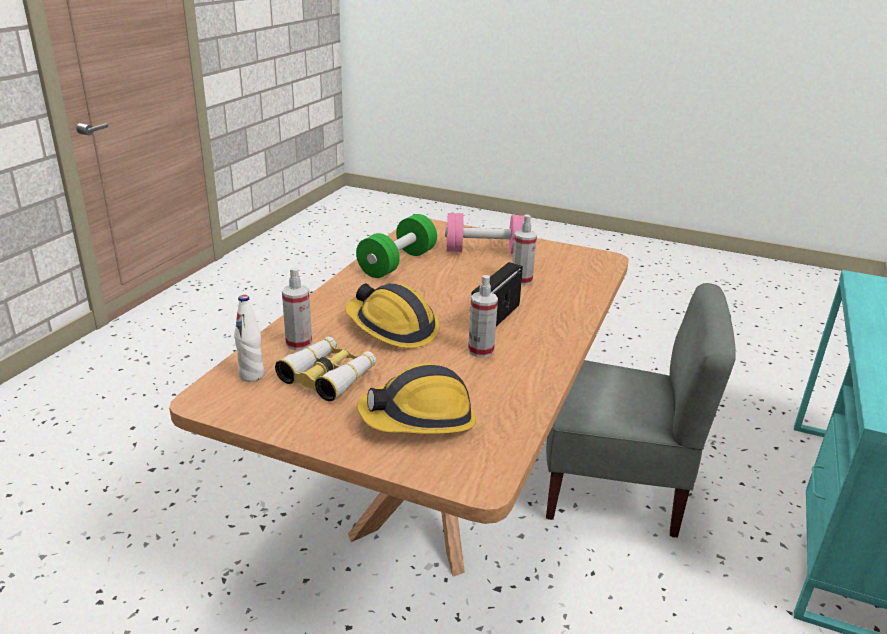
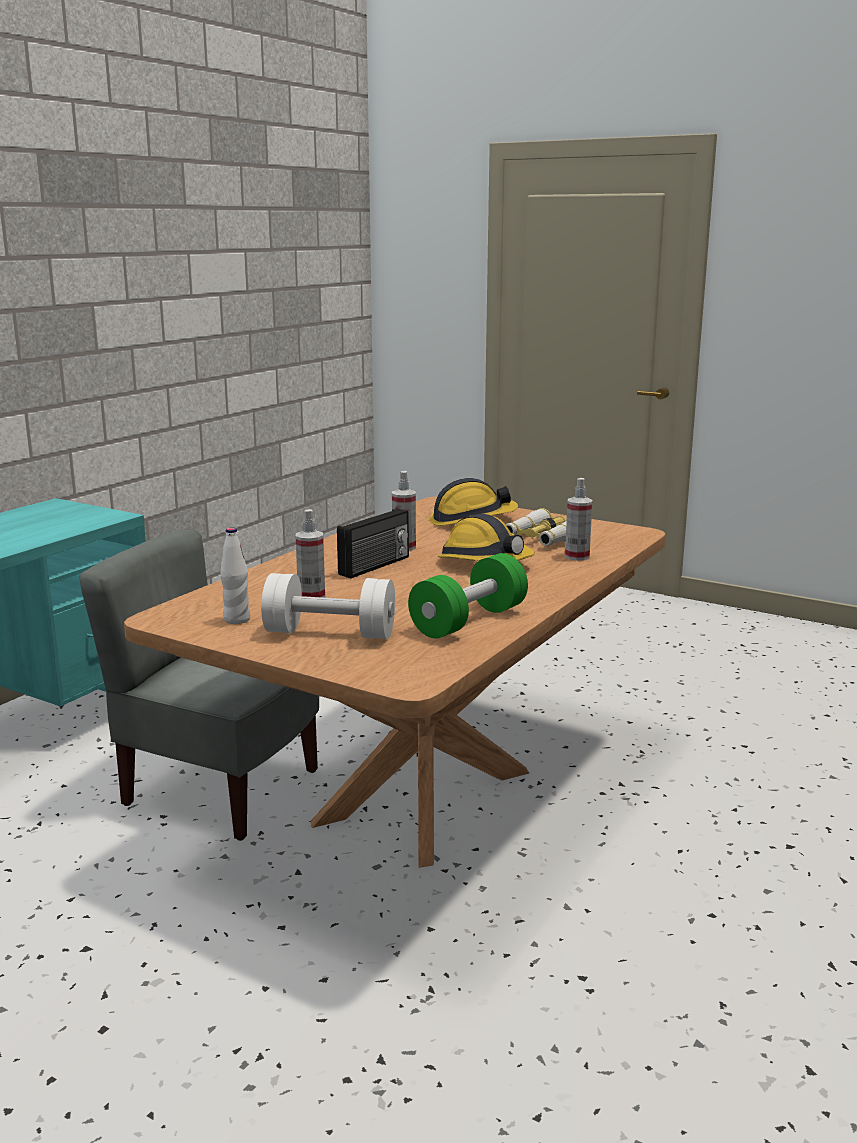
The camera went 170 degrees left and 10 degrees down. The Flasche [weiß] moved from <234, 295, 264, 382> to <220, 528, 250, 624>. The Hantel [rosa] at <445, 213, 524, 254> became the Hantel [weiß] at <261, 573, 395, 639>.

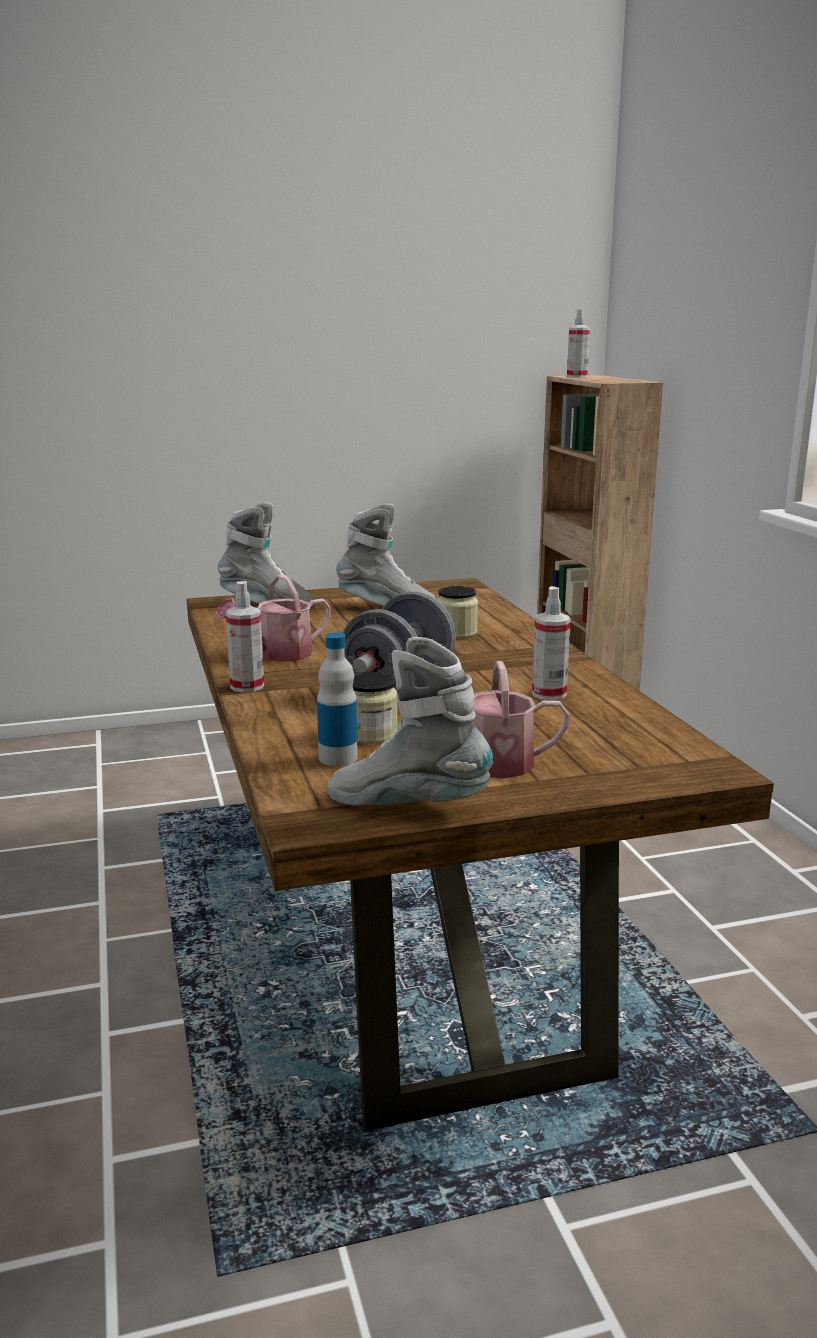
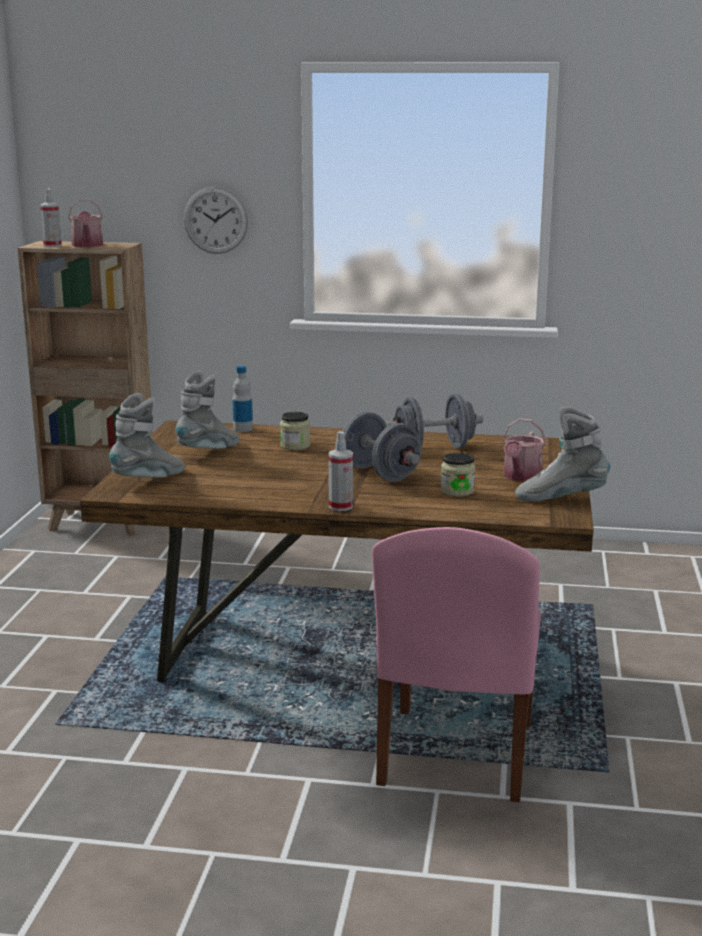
The camera went 65 degrees left and 0 degrees up. The Wanduhr at <184, 186, 248, 254> appeared. The Stuhl [rosa] at <372, 527, 541, 802> appeared. The Gießkanne moved from <215, 575, 331, 662> to <68, 199, 103, 247>. The Flasche moved from <317, 632, 358, 766> to <232, 366, 253, 432>. The Sprühflasche at <532, 586, 571, 700> was replaced by the Hantel [grau] at <386, 394, 483, 448>. The Stiefel [grau] at <327, 637, 493, 806> turned 45 degrees clockwise.

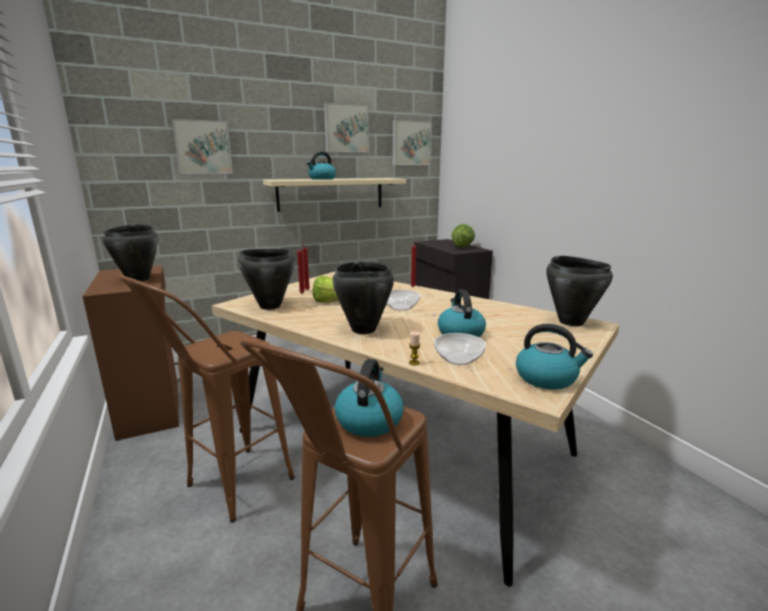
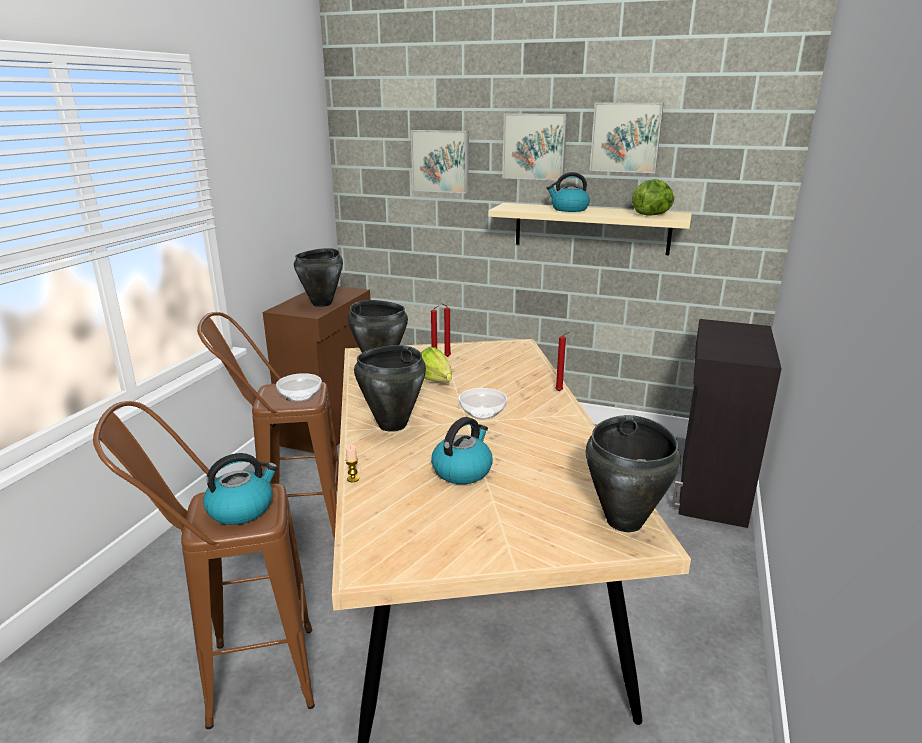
The camera went 45 degrees right and 5 degrees up. The Wasserkessel at <516, 324, 593, 390> disappeared. The Bild moved from <393, 120, 432, 165> to <502, 113, 568, 181>. The Schüssel moved from <434, 333, 486, 365> to <276, 373, 322, 402>. The Salatkopf moved from <452, 224, 475, 248> to <632, 179, 674, 216>.

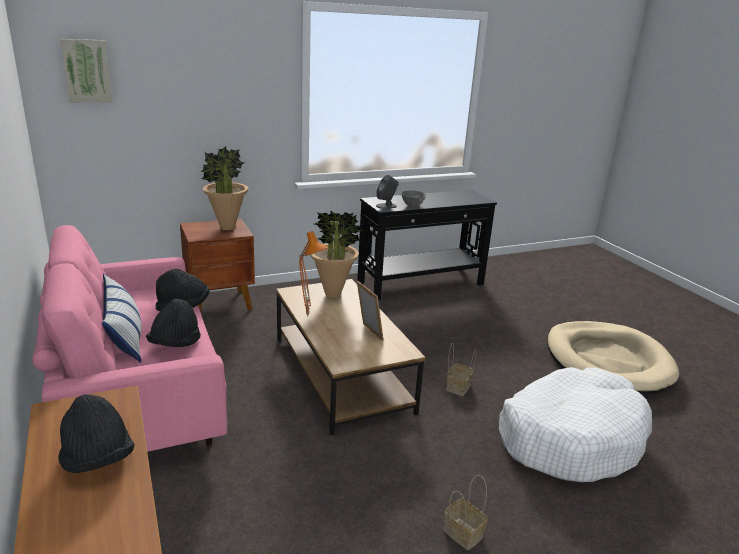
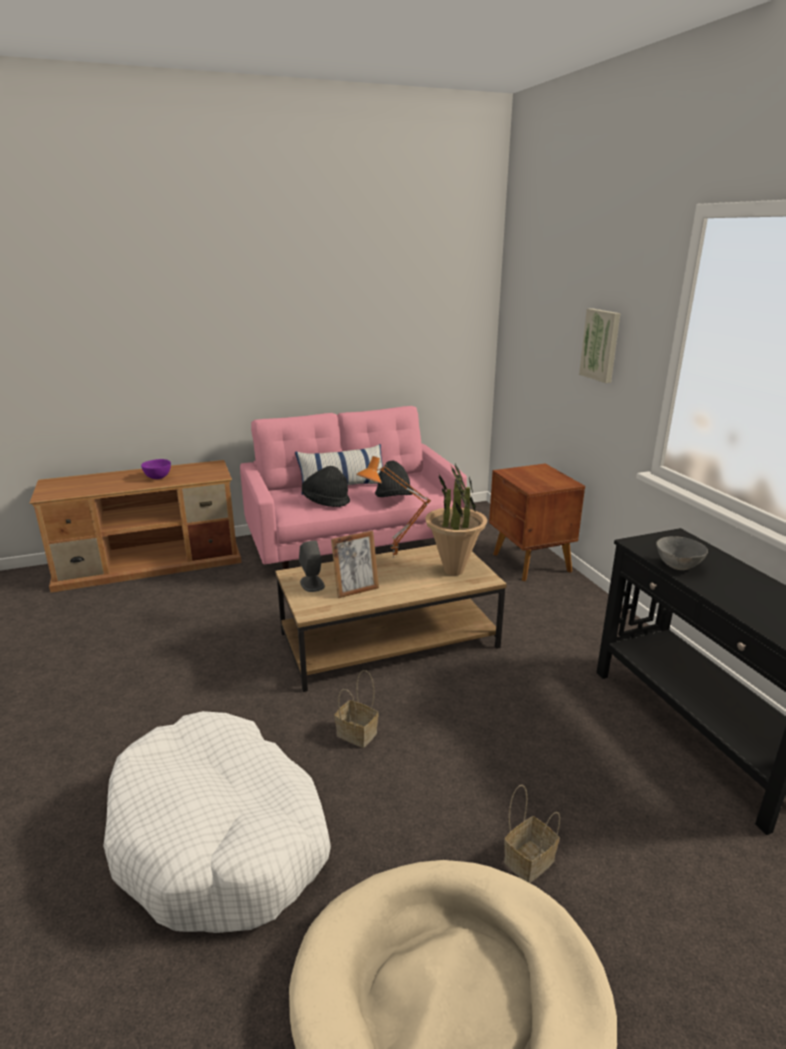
The camera went 95 degrees right and 0 degrees up. The Topfpflanze at <200, 146, 248, 230> disappeared. The Bild moved from <60, 39, 113, 103> to <579, 308, 620, 383>. The Lautsprecher [grau] moved from <376, 175, 399, 209> to <299, 541, 325, 592>. The Korb moved from <443, 475, 488, 550> to <504, 785, 560, 883>. The Hut [schwarz] at <58, 394, 135, 473> was replaced by the Schüssel [lila] at <141, 459, 171, 479>.

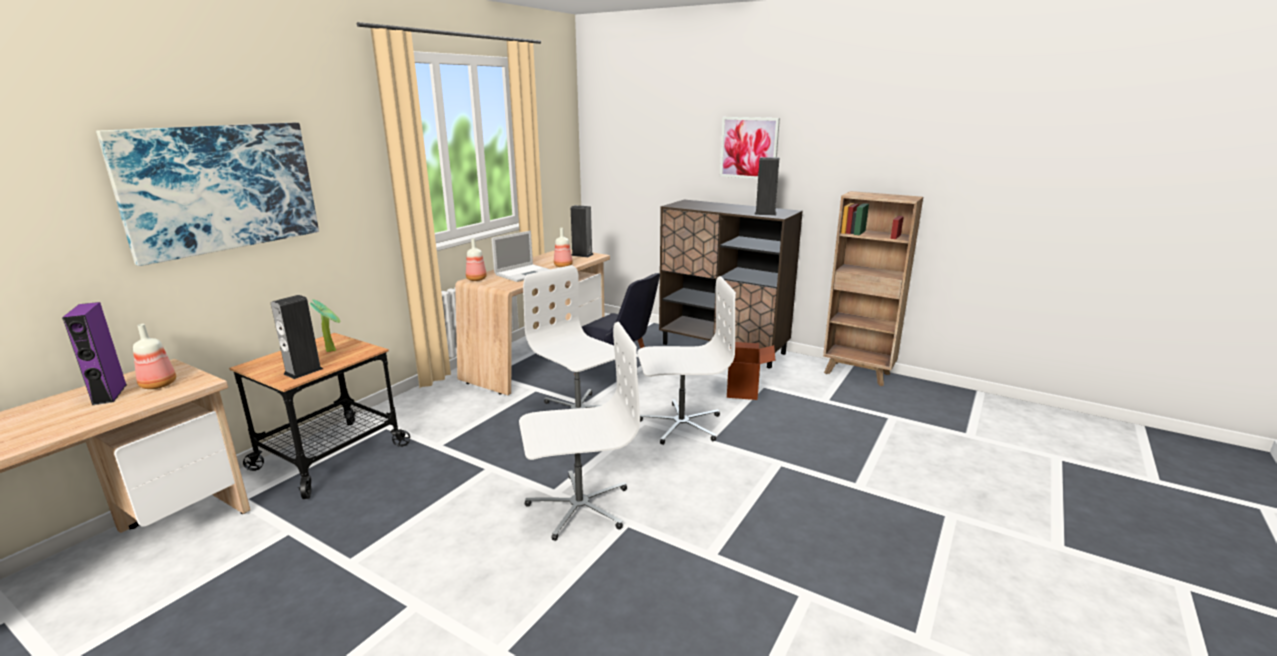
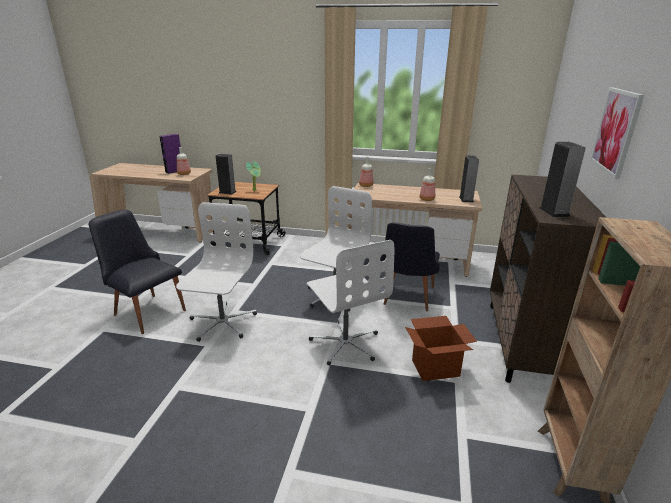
The camera went 70 degrees right and 5 degrees up. The Bild at <96, 123, 319, 266> disappeared. The Laptop at <491, 231, 551, 282> disappeared. The Stuhl [schwarz] at <89, 210, 186, 334> appeared. The Bürostuhl [weiß] at <519, 322, 640, 541> turned 135 degrees counterclockwise.

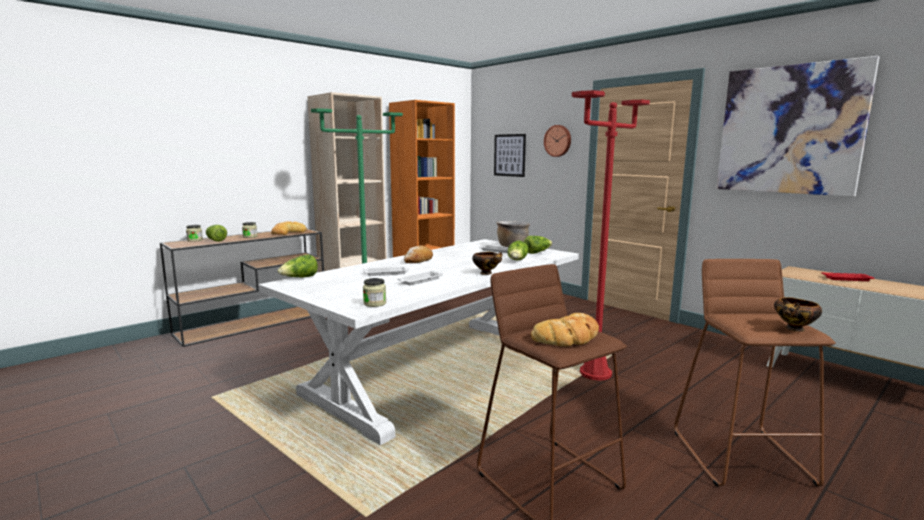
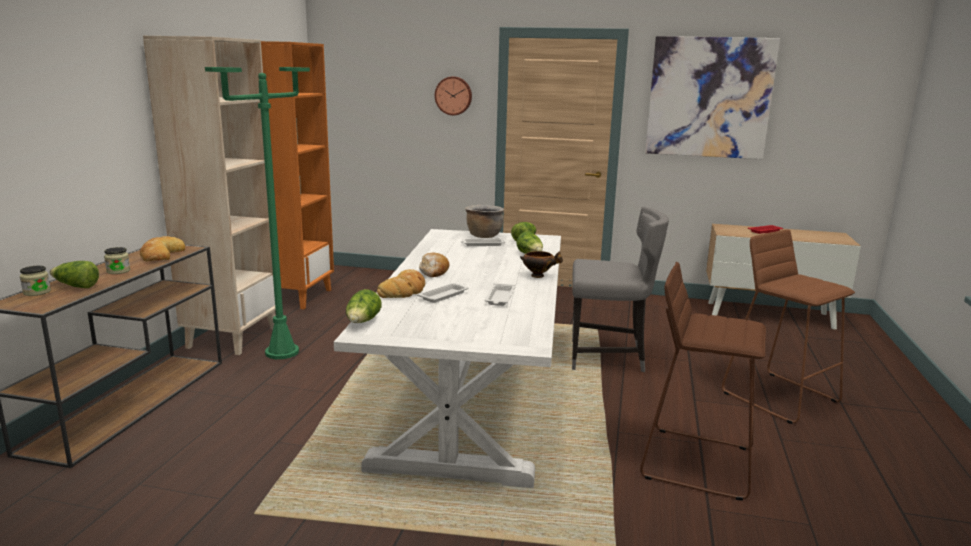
The camera went 35 degrees left and 5 degrees up. The Vorratsglas at <363, 278, 386, 307> disappeared. The Bild at <494, 134, 526, 177> disappeared. The Schüssel at <774, 297, 822, 332> disappeared. The Brot moved from <531, 313, 599, 347> to <377, 269, 425, 298>. The Stehlampe [rot] at <572, 90, 650, 381> was replaced by the Stuhl [grau] at <572, 207, 669, 372>.

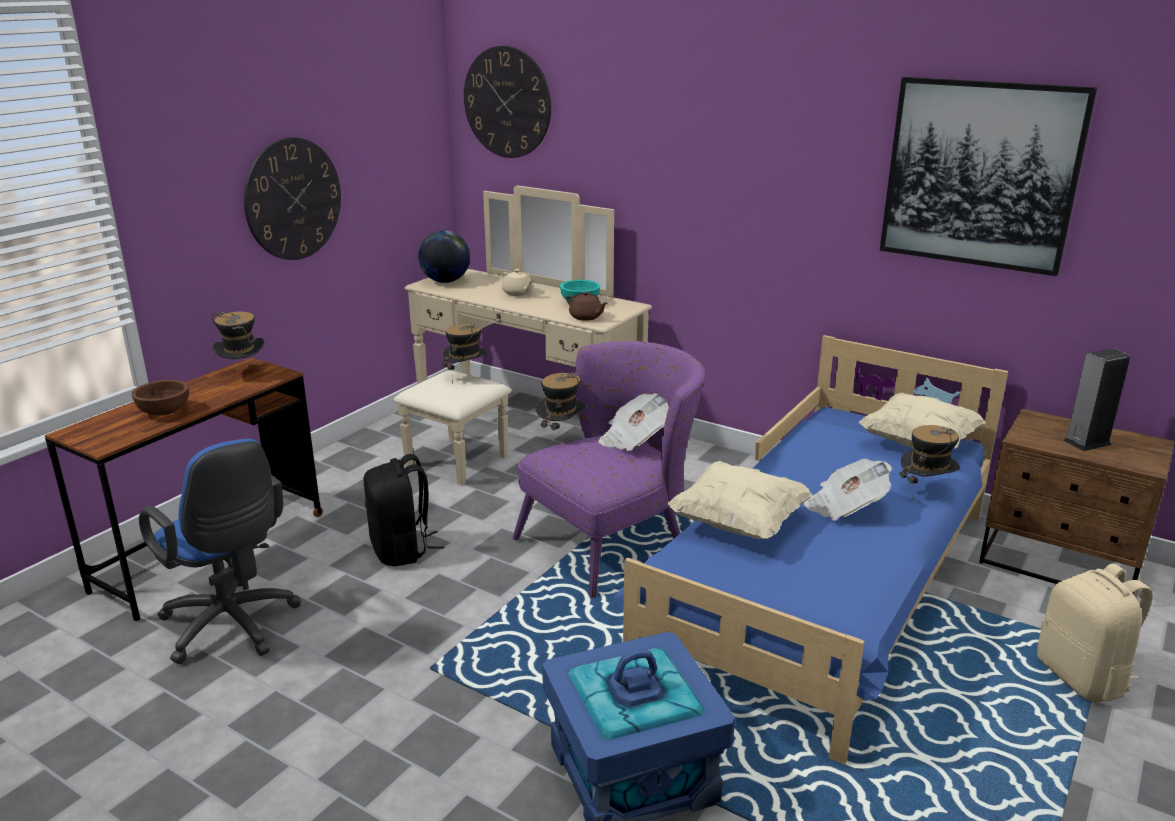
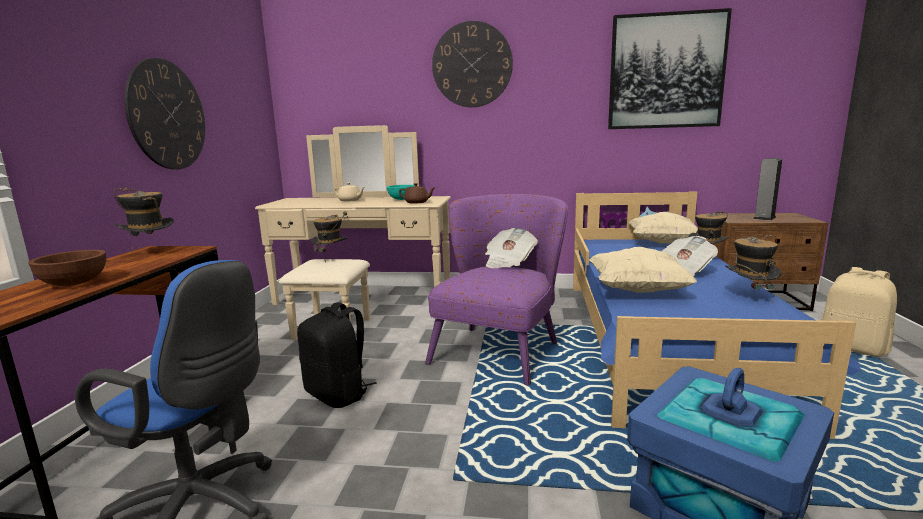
The camera went 25 degrees left and 10 degrees down. The Globus at <418, 230, 470, 283> disappeared. The Wanduhr moved from <464, 45, 551, 158> to <432, 21, 513, 107>. The Hut moved from <536, 373, 587, 446> to <725, 235, 782, 305>.

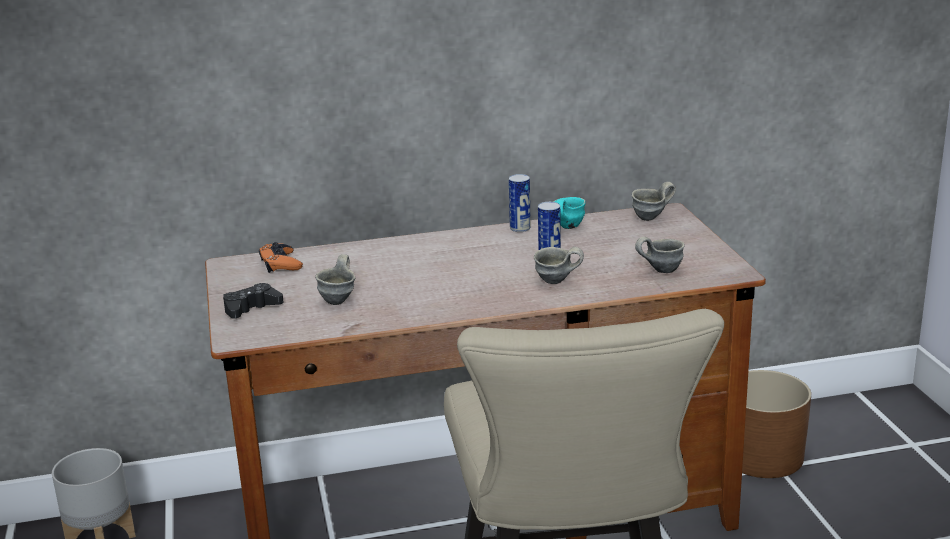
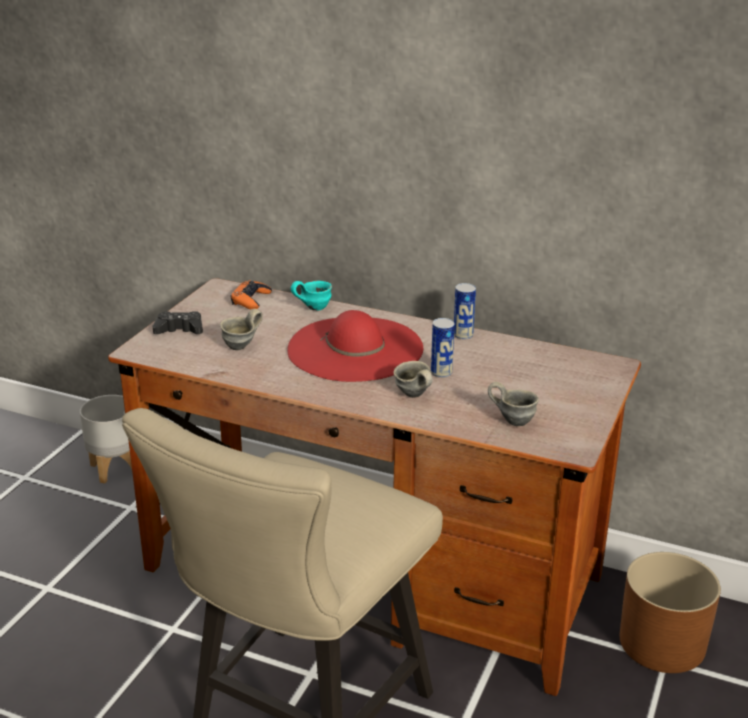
The camera went 35 degrees right and 5 degrees up. The Henkelbecher [grau] at <632, 182, 676, 221> disappeared. The Hut [rot] at <287, 310, 423, 382> appeared. The Henkelbecher [türkis] moved from <553, 197, 586, 229> to <291, 281, 332, 310>.

